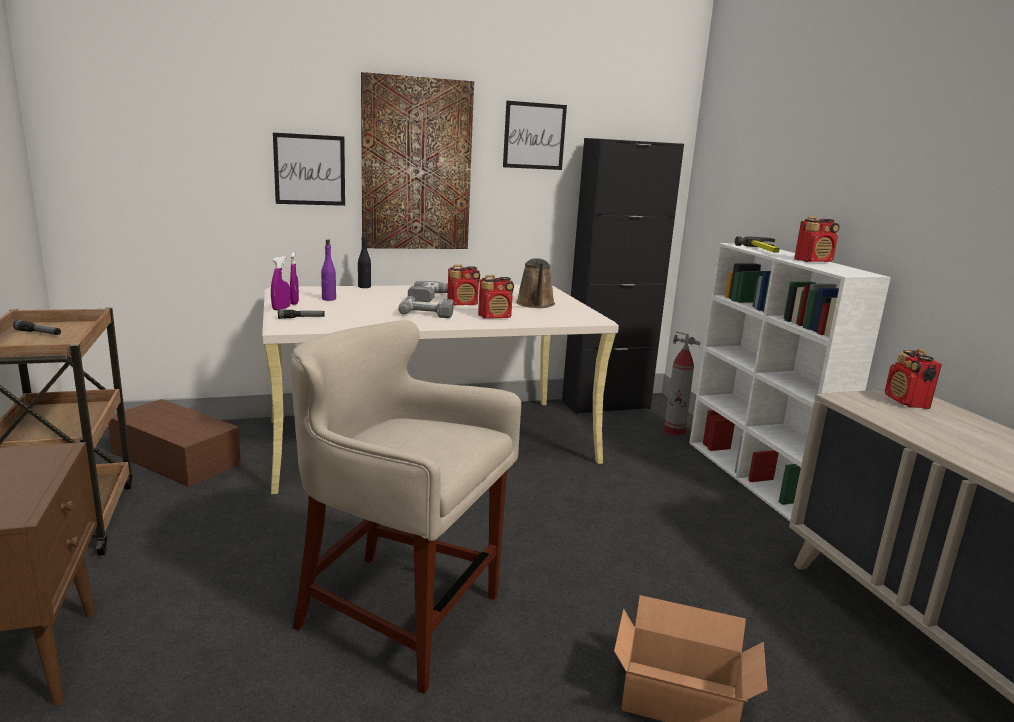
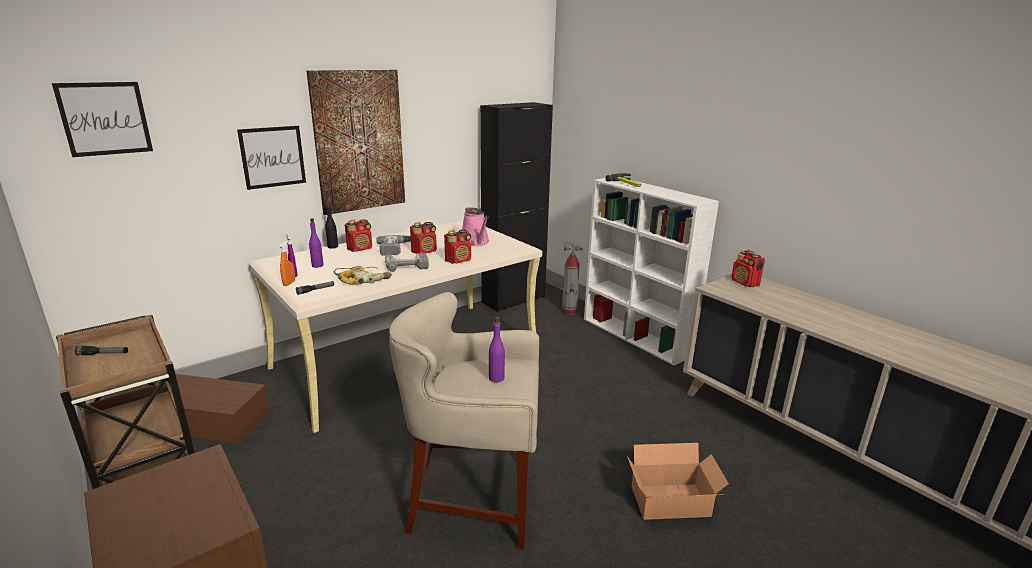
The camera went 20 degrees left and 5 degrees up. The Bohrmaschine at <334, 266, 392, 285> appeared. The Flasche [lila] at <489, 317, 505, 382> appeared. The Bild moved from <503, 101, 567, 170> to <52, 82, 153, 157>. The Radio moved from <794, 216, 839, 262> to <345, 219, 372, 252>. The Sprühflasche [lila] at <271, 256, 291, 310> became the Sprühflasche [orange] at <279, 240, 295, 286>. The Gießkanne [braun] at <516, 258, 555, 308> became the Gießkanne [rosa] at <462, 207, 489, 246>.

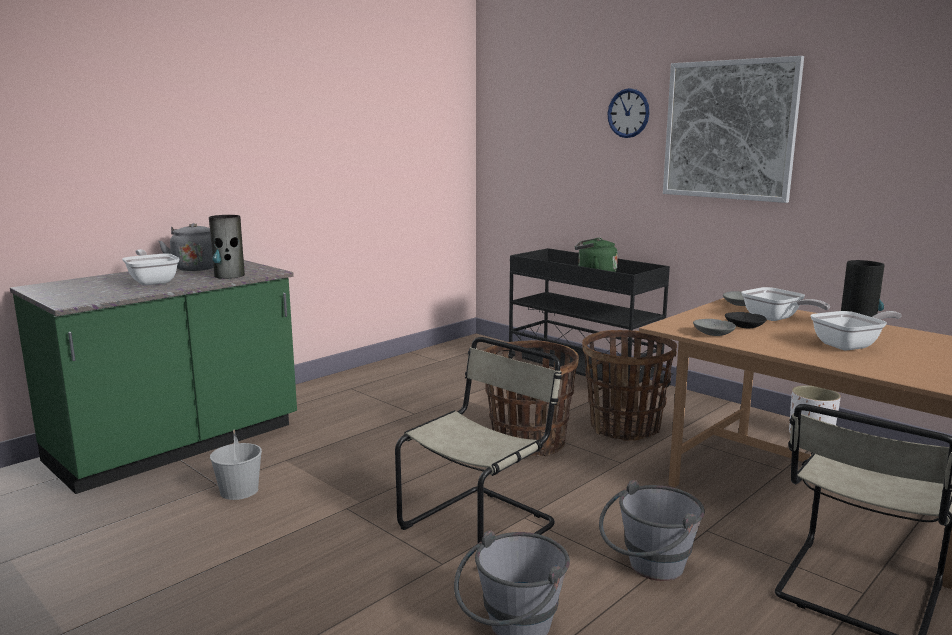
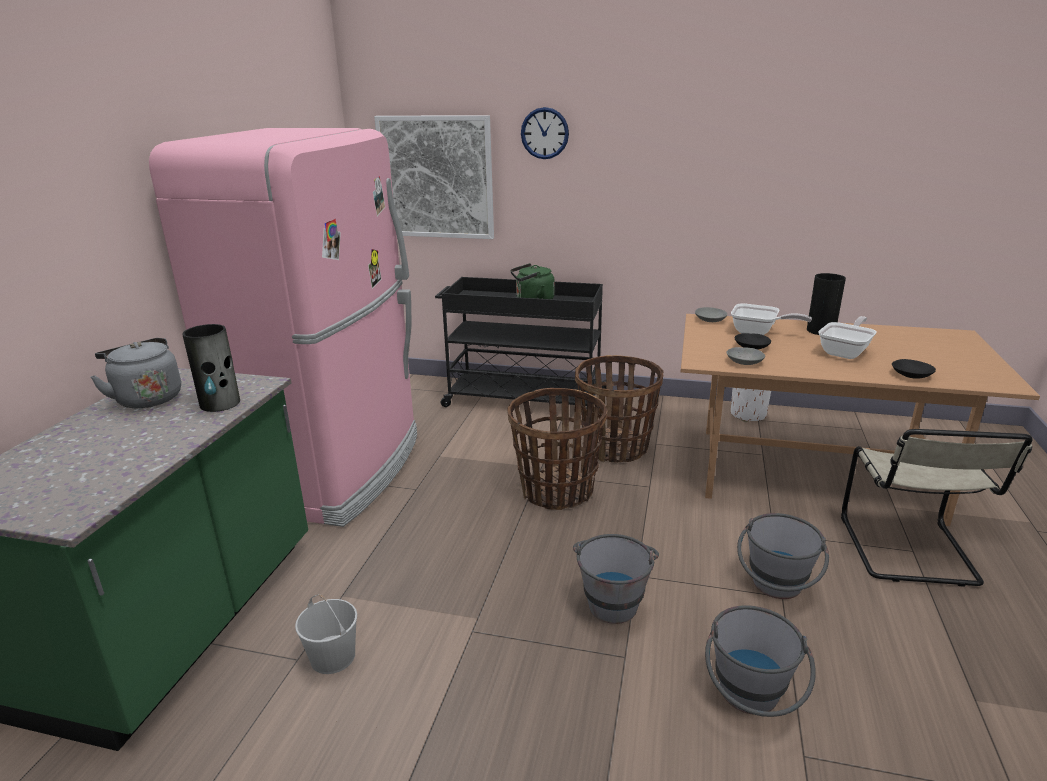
The camera went 30 degrees left and 10 degrees up. The Pfanne at <122, 249, 179, 285> disappeared. The Kühlschrank [rosa] at <149, 128, 417, 527> appeared. The Schüssel [schwarz] at <892, 359, 936, 379> appeared. The Bild moved from <663, 56, 804, 203> to <374, 115, 494, 239>. The Stuhl [beige] at <395, 337, 562, 543> was replaced by the Eimer [grau] at <573, 534, 659, 624>.

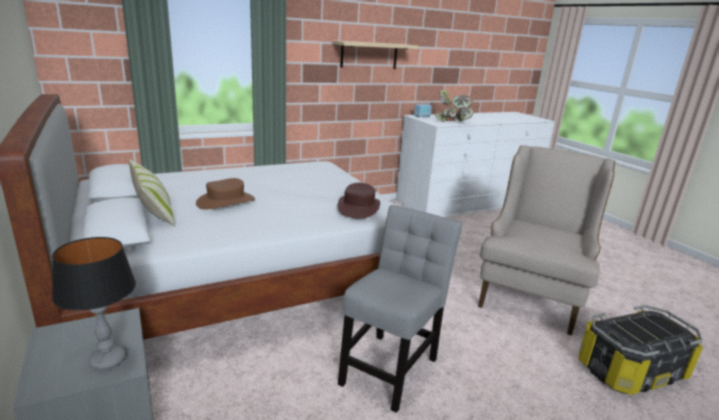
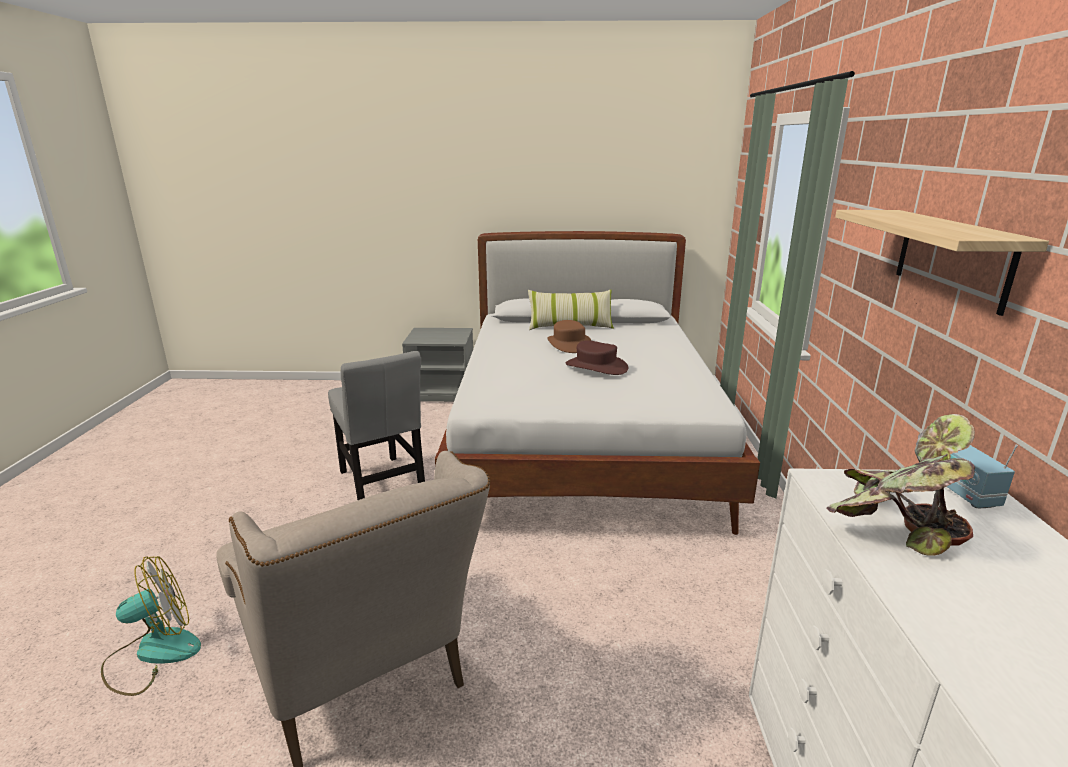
The camera went 120 degrees right and 0 degrees up. The Tischlampe at <52, 237, 136, 370> disappeared. The Hut [braun] moved from <338, 183, 380, 219> to <566, 340, 628, 375>. The Aufbewahrungsbox at <579, 305, 703, 395> was replaced by the Ventilator at <101, 556, 201, 696>.

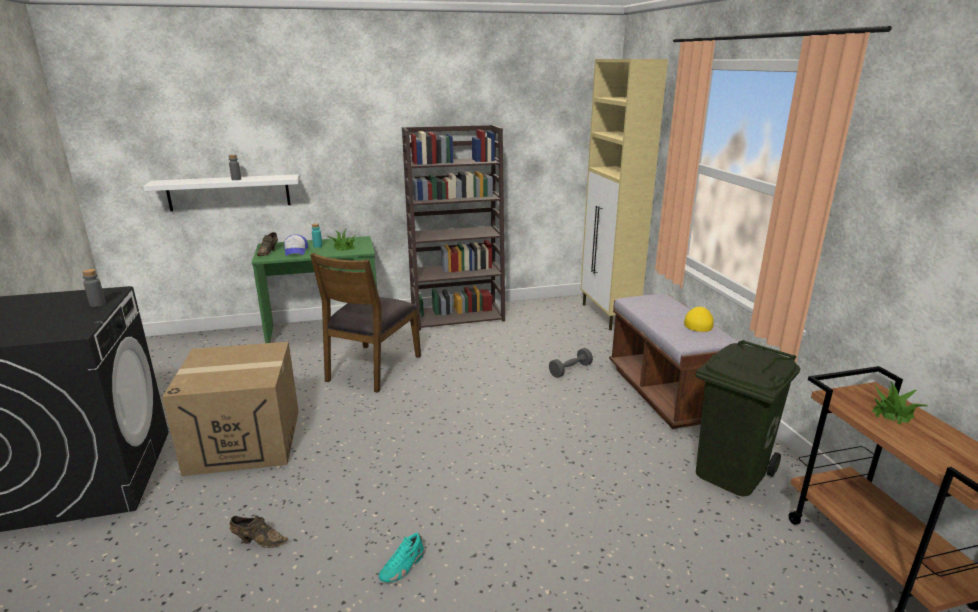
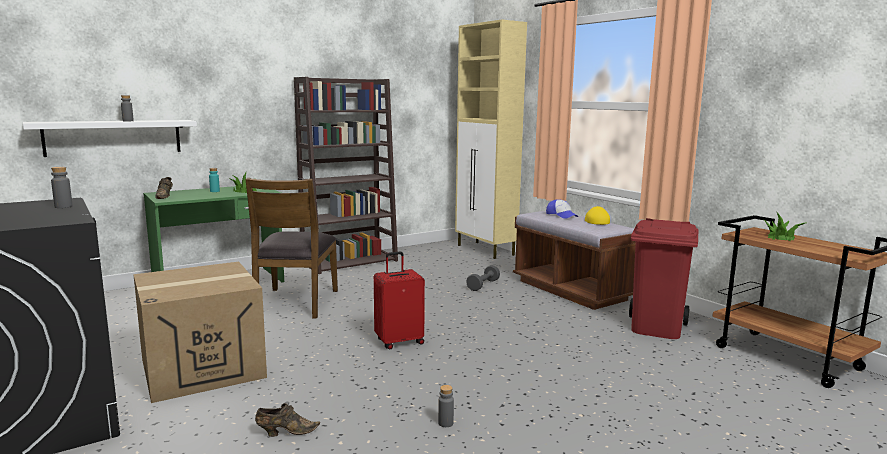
The camera went 20 degrees left and 10 degrees down. The Koffer [rot] at <374, 252, 425, 350> appeared. The Kappe moved from <284, 235, 308, 256> to <546, 199, 578, 219>. The Schuh [türkis] at <379, 533, 425, 582> was replaced by the Flasche [grau] at <438, 385, 454, 427>. The Mülleimer [grün] at <696, 340, 800, 496> became the Mülleimer [rot] at <629, 218, 698, 339>.

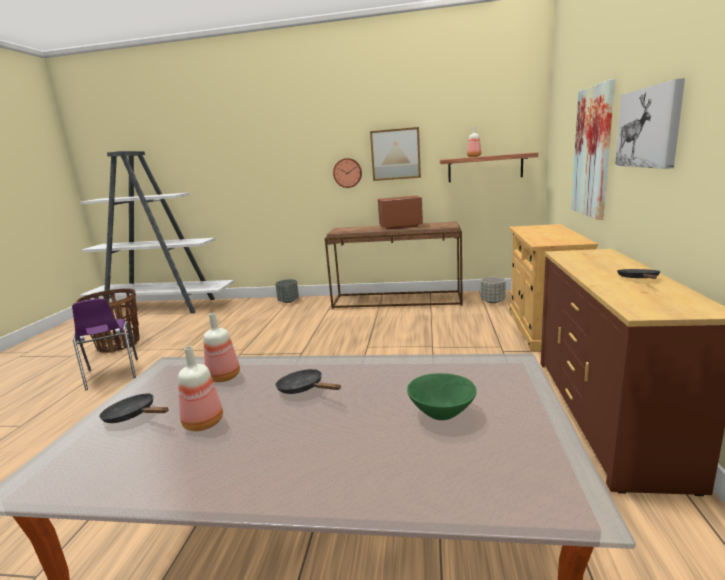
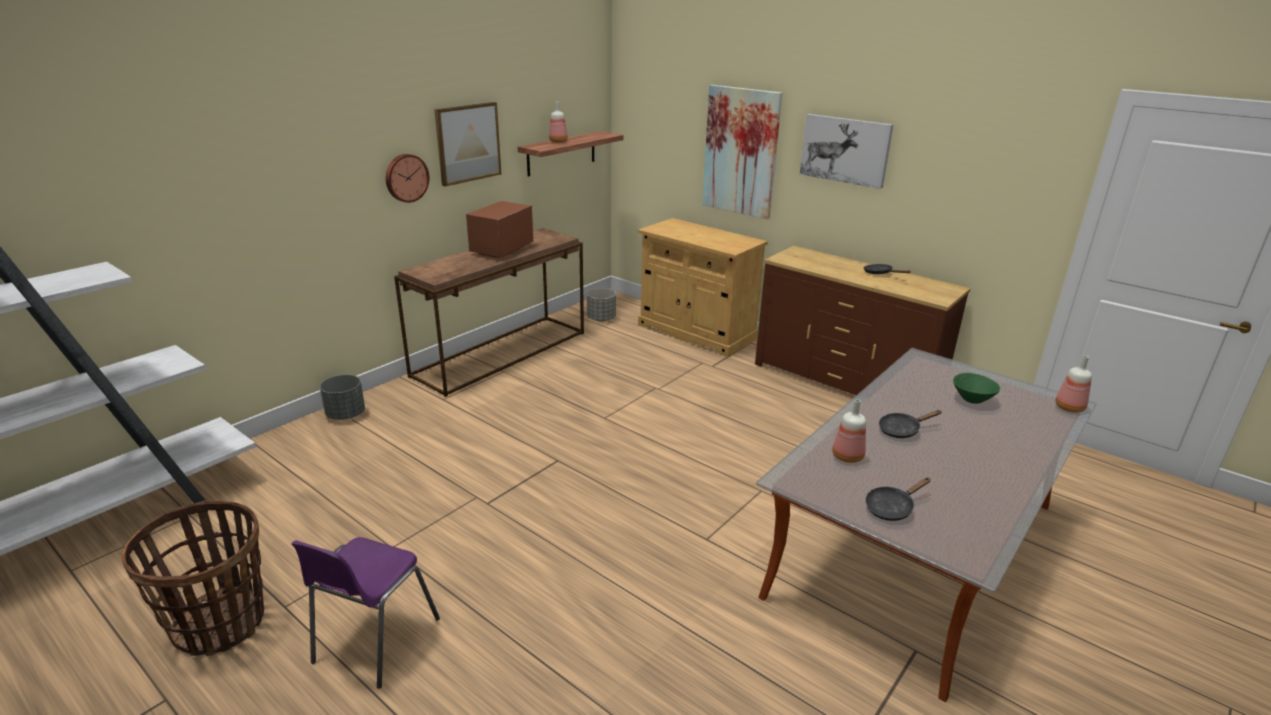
The camera went 60 degrees left and 10 degrees up. The Flasche moved from <178, 346, 223, 431> to <1055, 355, 1092, 413>. The Stuhl [lila] at <72, 298, 138, 390> turned 105 degrees clockwise.

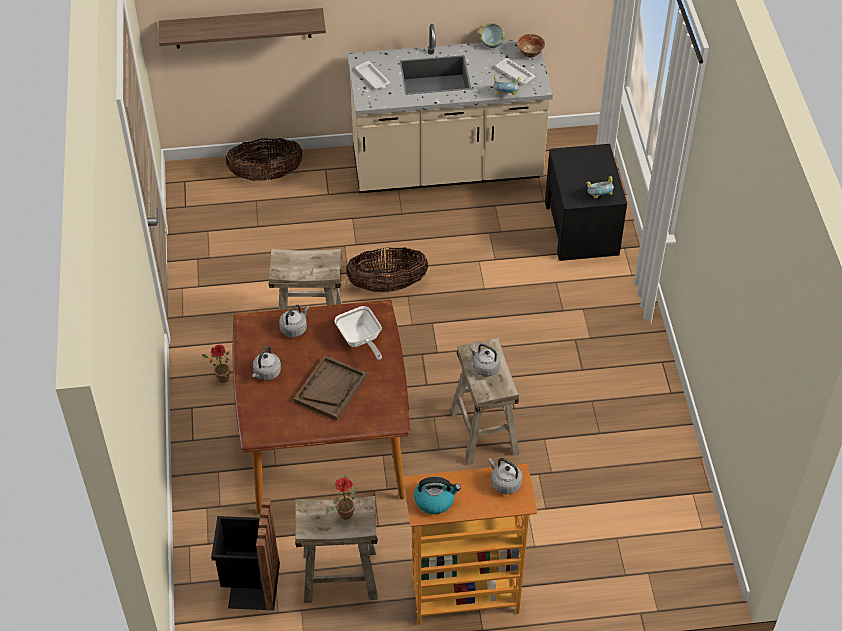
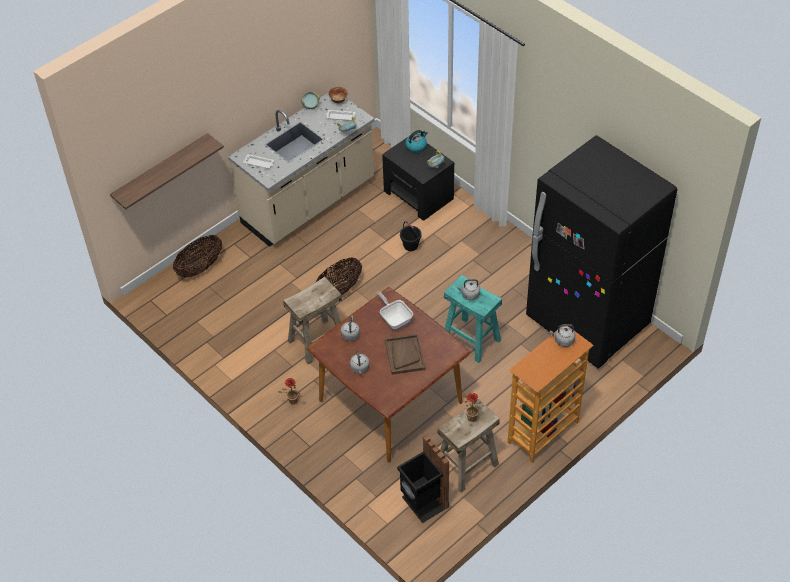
The camera went 35 degrees left and 0 degrees up. The Eimer [schwarz] at <400, 221, 421, 251> appeared. The Kühlschrank [schwarz] at <526, 135, 677, 369> appeared. The Wasserkessel moved from <414, 477, 461, 514> to <405, 130, 428, 153>. The Hocker [beige] at <450, 338, 519, 465> became the Hocker [türkis] at <444, 275, 502, 363>. The Pfanne at <335, 306, 382, 360> turned 150 degrees counterclockwise.

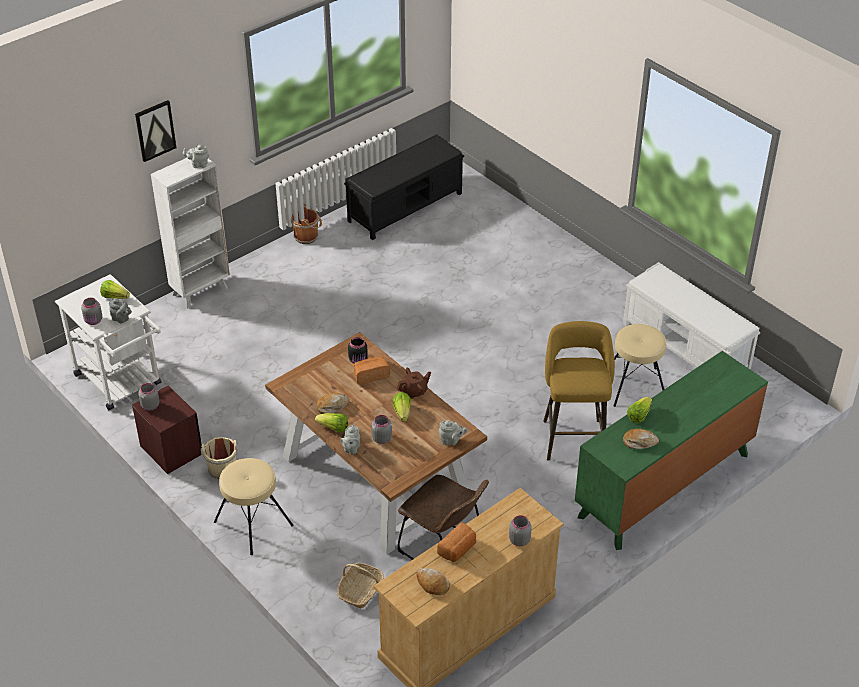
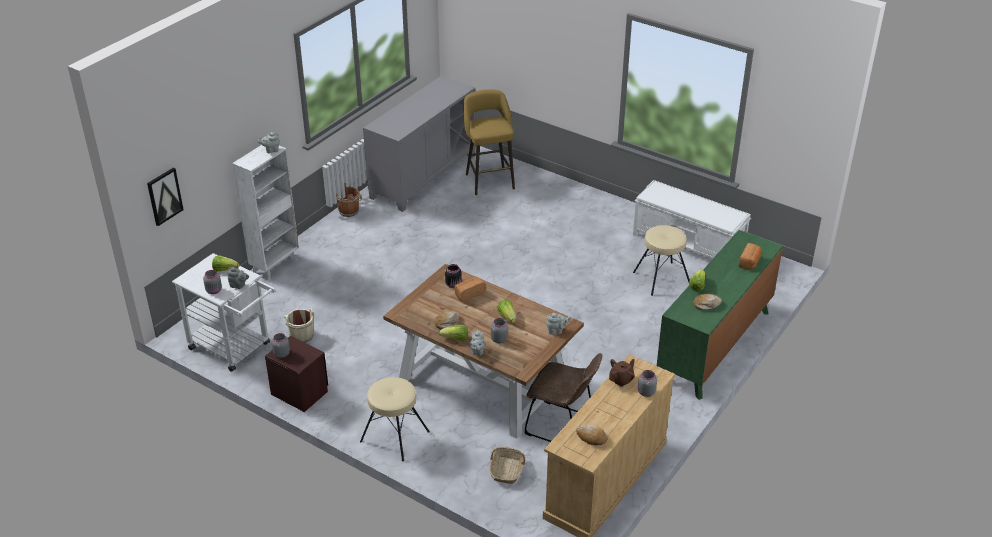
The camera went 15 degrees left and 5 degrees down. The Bild moved from <135, 100, 176, 162> to <147, 167, 184, 226>. The Eimer [beige] moved from <201, 437, 238, 480> to <284, 308, 314, 343>. The Teekanne [braun] moved from <397, 368, 431, 399> to <609, 359, 635, 387>. The Brot moved from <437, 522, 476, 562> to <739, 243, 762, 269>. The Hocker [gelb] moved from <543, 321, 615, 461> to <464, 89, 515, 195>. The Bank [schwarz] at <344, 134, 464, 240> was replaced by the Schrank [grau] at <363, 76, 476, 212>.

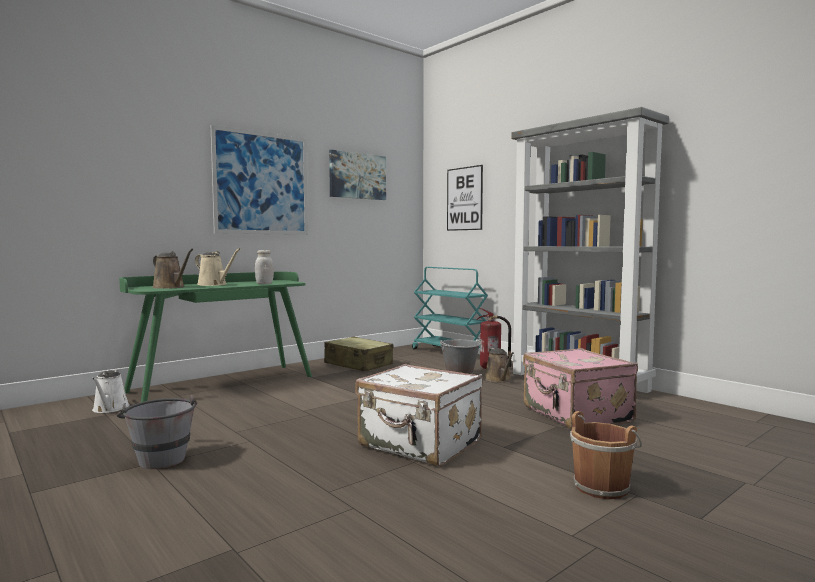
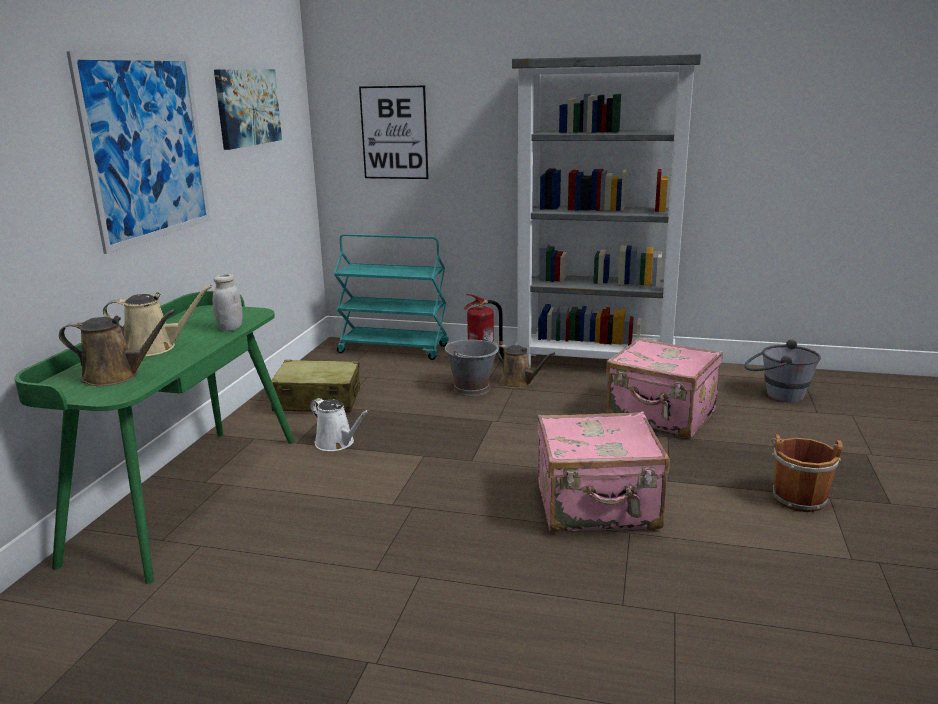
The camera went 35 degrees left and 15 degrees up. The Gießkanne [weiß] moved from <92, 370, 130, 413> to <310, 398, 369, 451>. The Eimer [grau] moved from <117, 394, 197, 469> to <745, 339, 821, 402>. The Koffer [weiß] at <355, 364, 483, 466> became the Koffer [rosa] at <537, 411, 670, 532>.

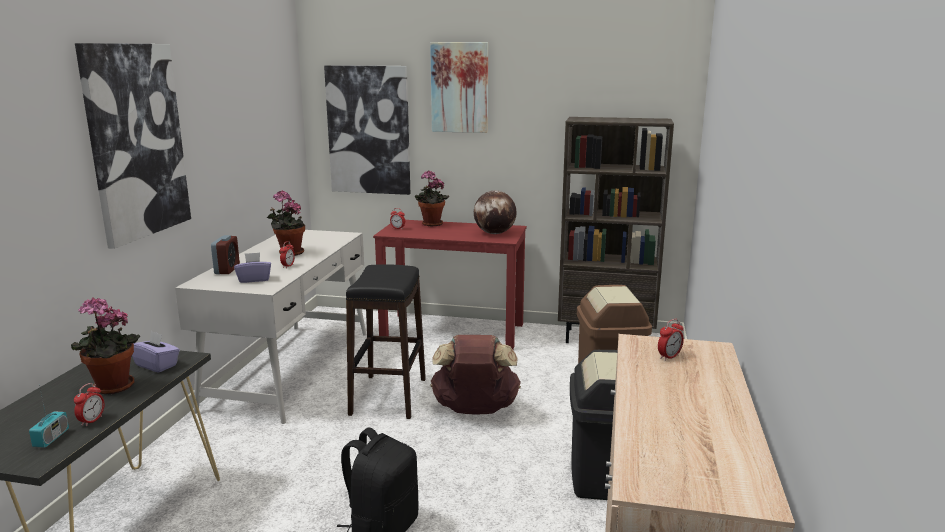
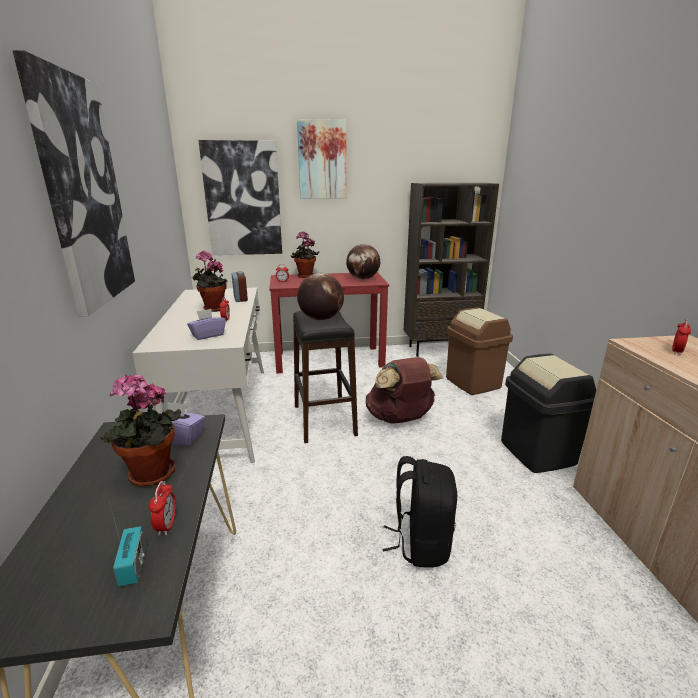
The camera went 20 degrees left and 5 degrees up. The Globus at <297, 273, 344, 320> appeared. The Wecker moved from <211, 235, 240, 274> to <232, 271, 248, 302>.

